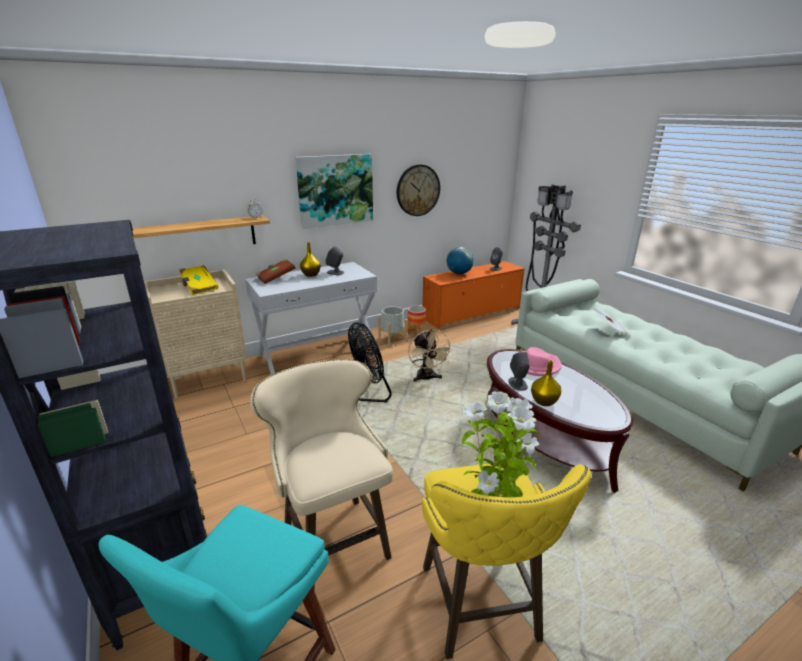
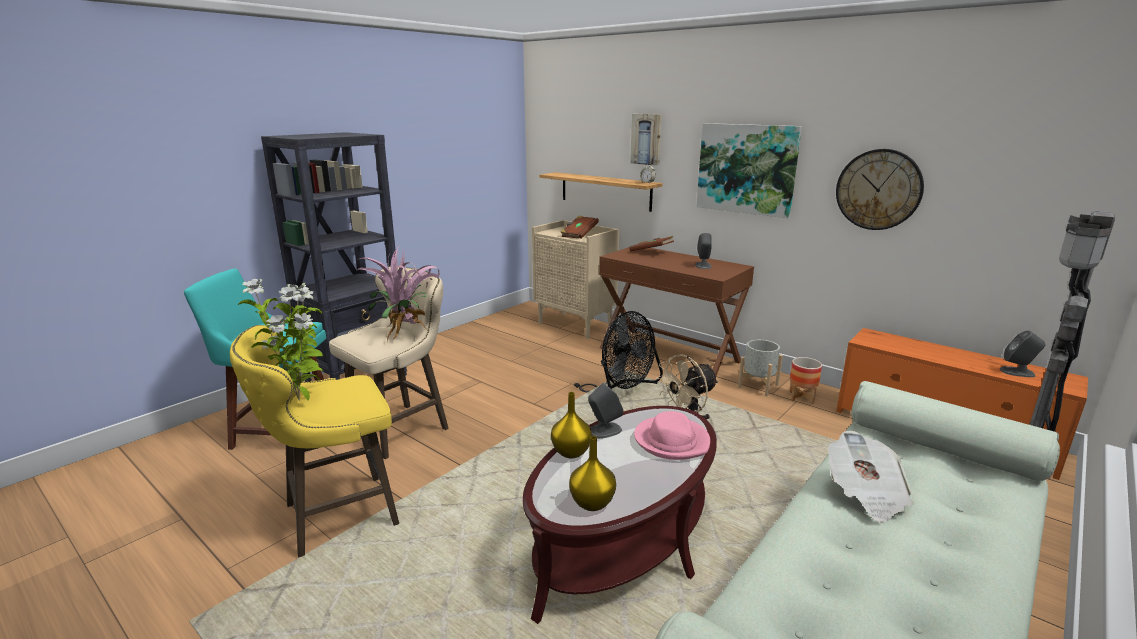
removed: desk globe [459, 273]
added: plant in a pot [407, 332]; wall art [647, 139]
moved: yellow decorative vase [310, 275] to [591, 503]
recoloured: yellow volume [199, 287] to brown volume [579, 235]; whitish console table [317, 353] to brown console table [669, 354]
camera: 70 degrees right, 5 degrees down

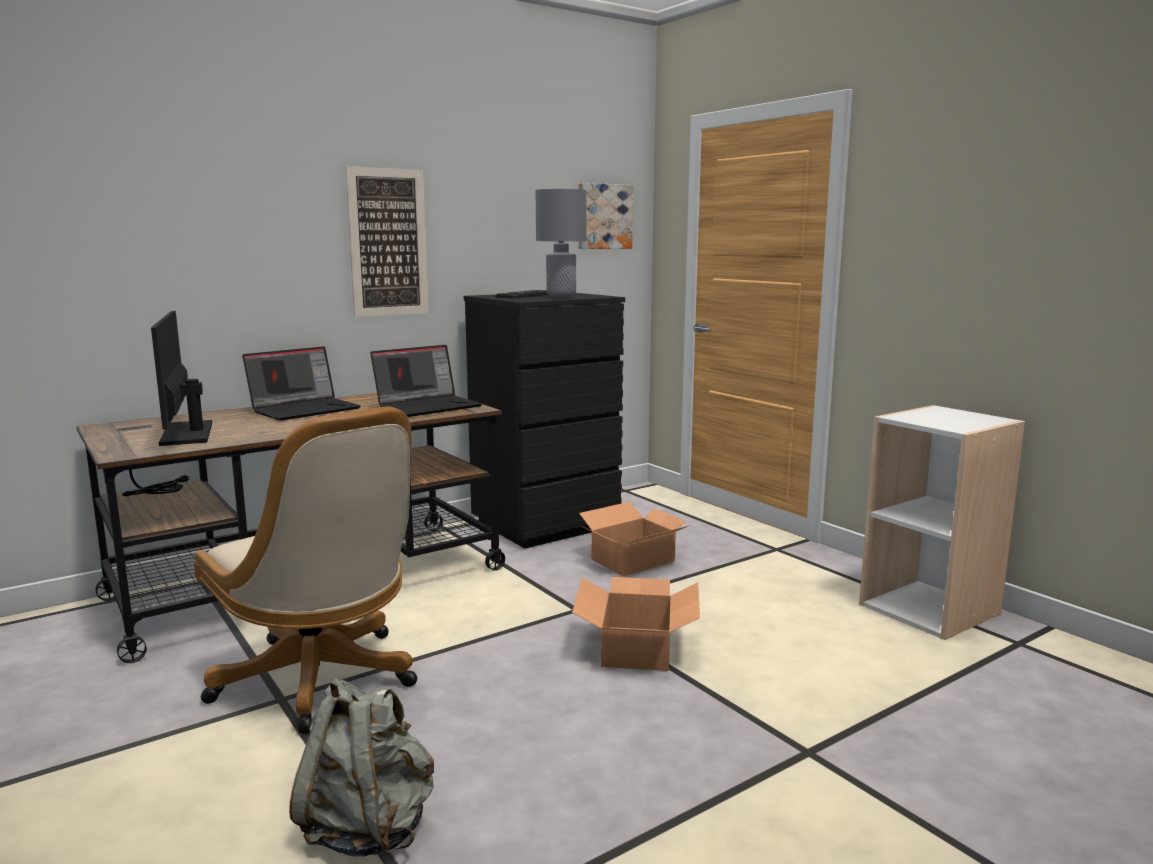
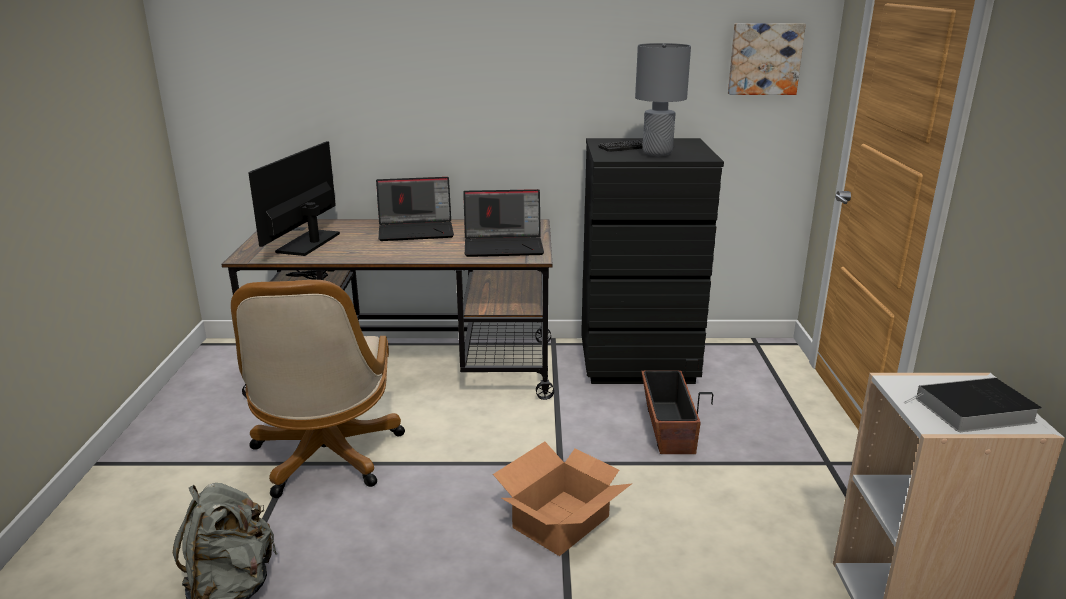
removed: wall art [388, 243]
added: volume [973, 411]
replaced: packing box [634, 561] to plant pot [668, 428]
camera: 35 degrees right, 10 degrees up

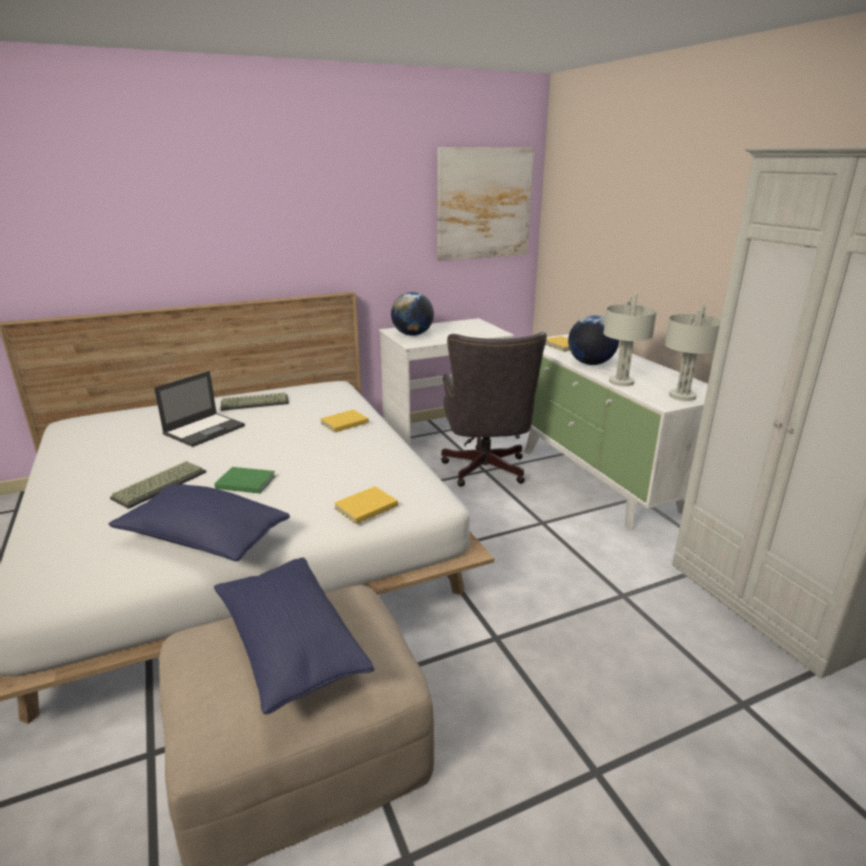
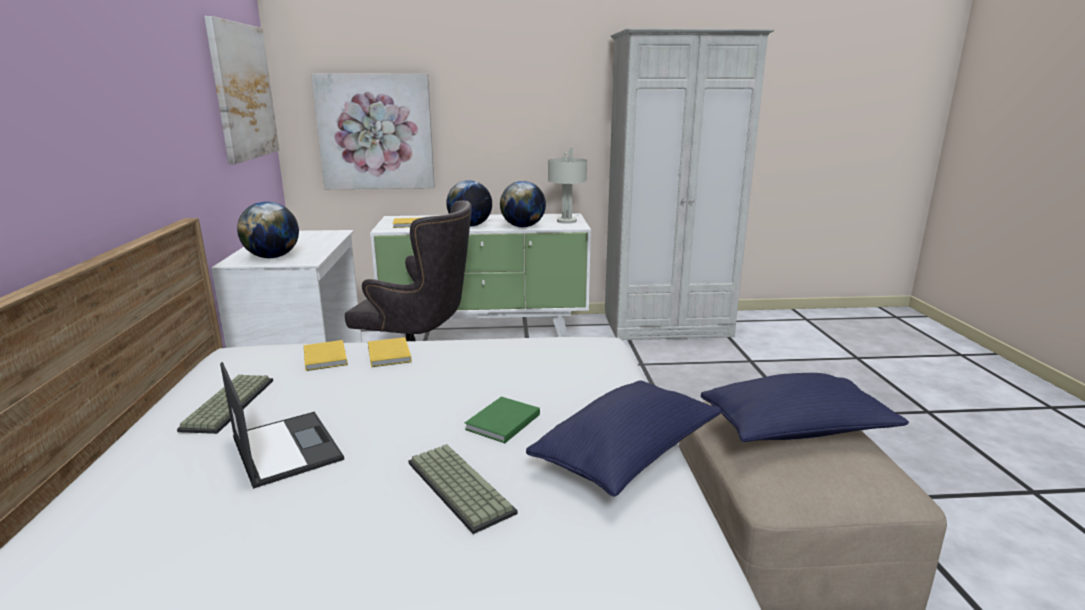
added: wall art [375, 132]
moved: yellow volume [364, 507] to [324, 358]
replaced: greyish tabletop lamp [621, 382] to desk globe [523, 226]
camera: 70 degrees left, 5 degrees down

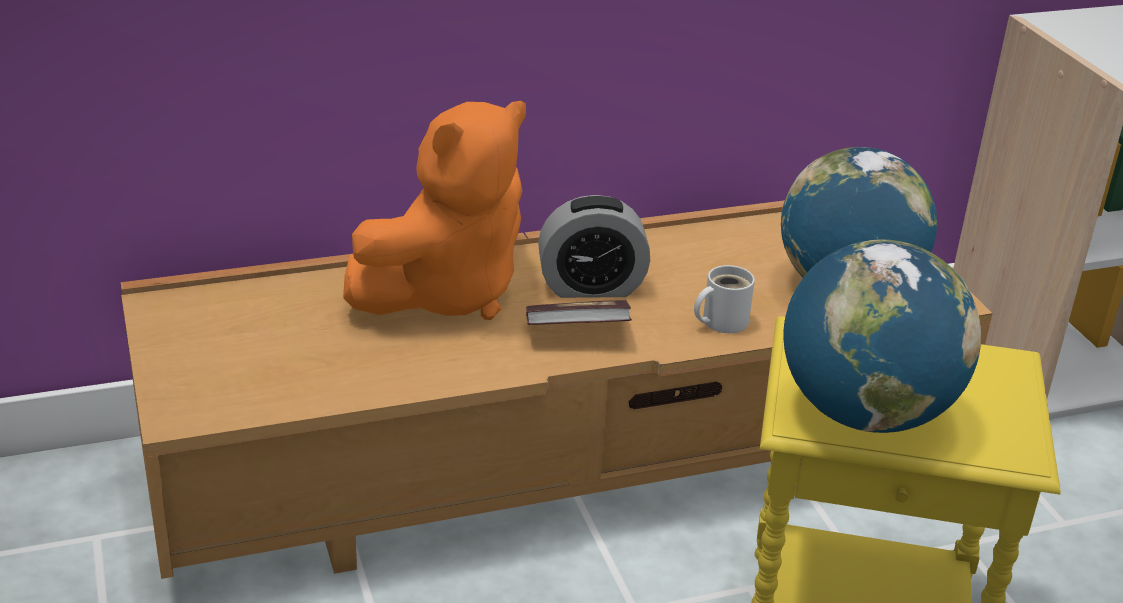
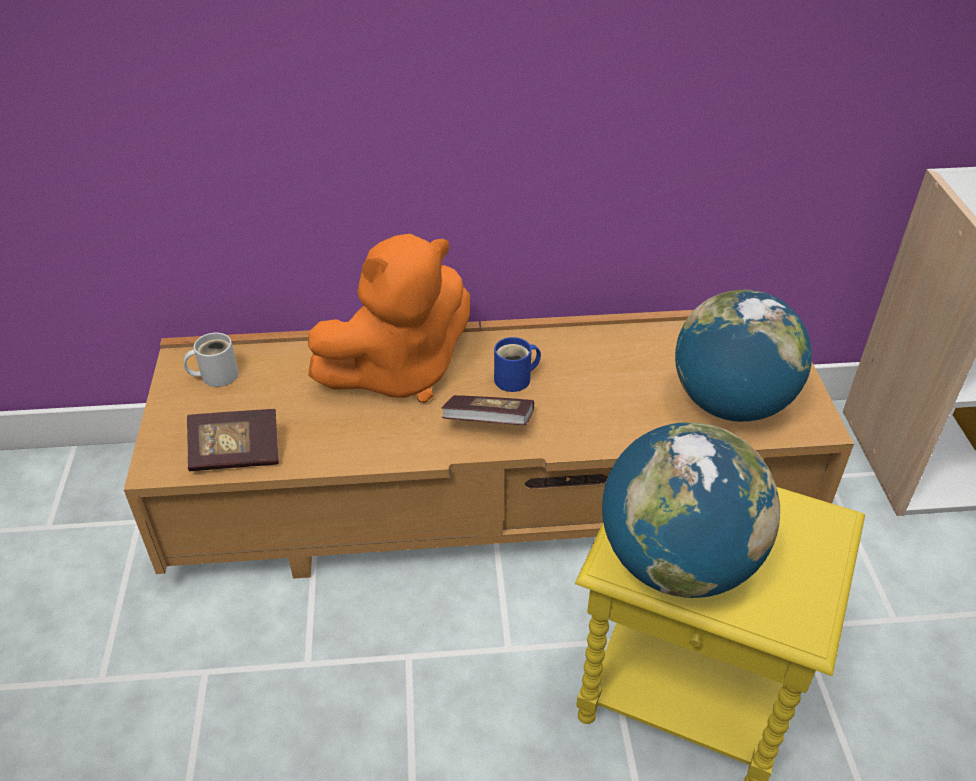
added: volume [236, 454]
moved: whitish coffee mug [720, 321] to [216, 375]
replaced: alarm clock [591, 287] to bluish coffee mug [516, 379]
camera: 15 degrees right, 10 degrees up

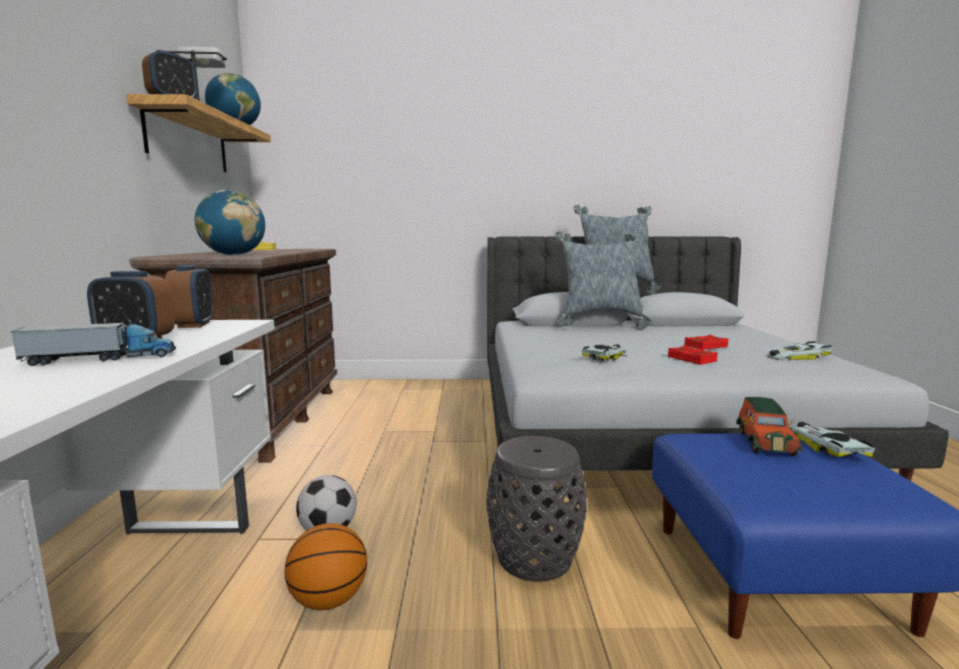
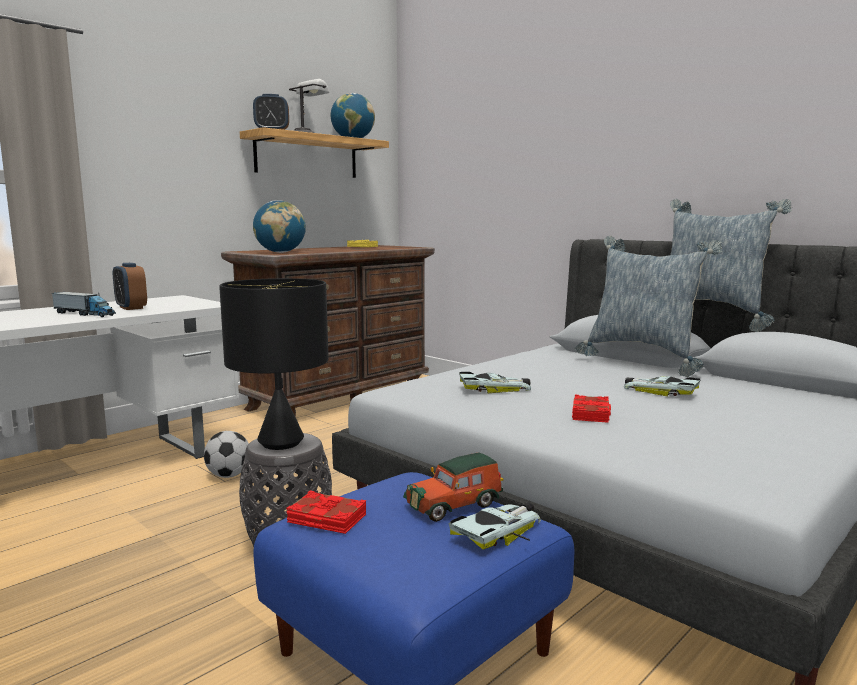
removed: alarm clock [194, 325]; basketball ball [329, 600]
added: black tabletop lamp [281, 443]
moved: red-coloured volume [706, 346] to [326, 519]; miniature car [796, 356] to [660, 391]
camera: 45 degrees right, 0 degrees up

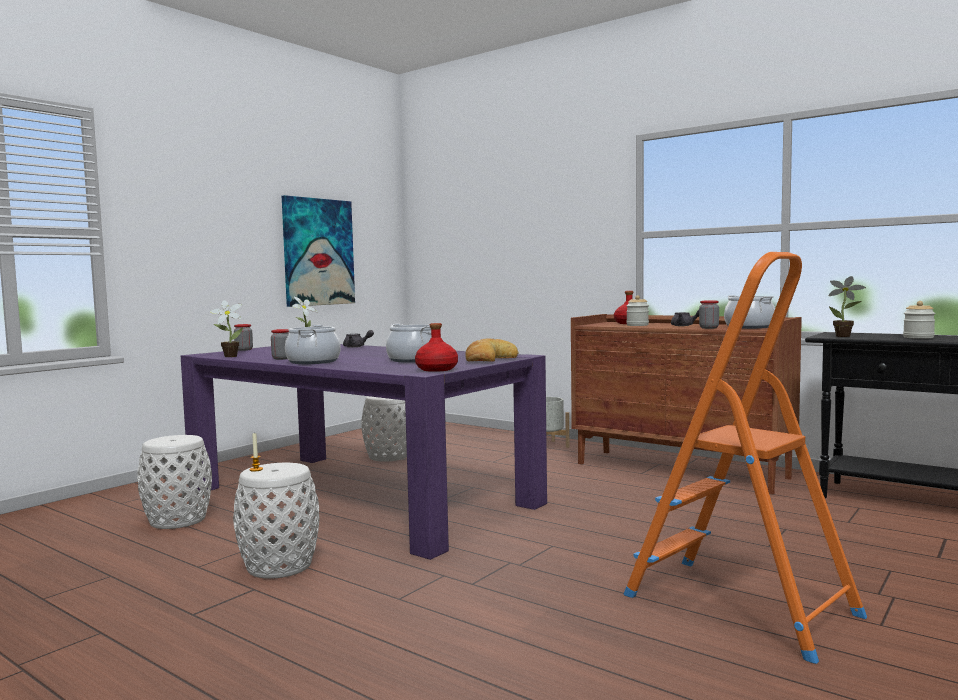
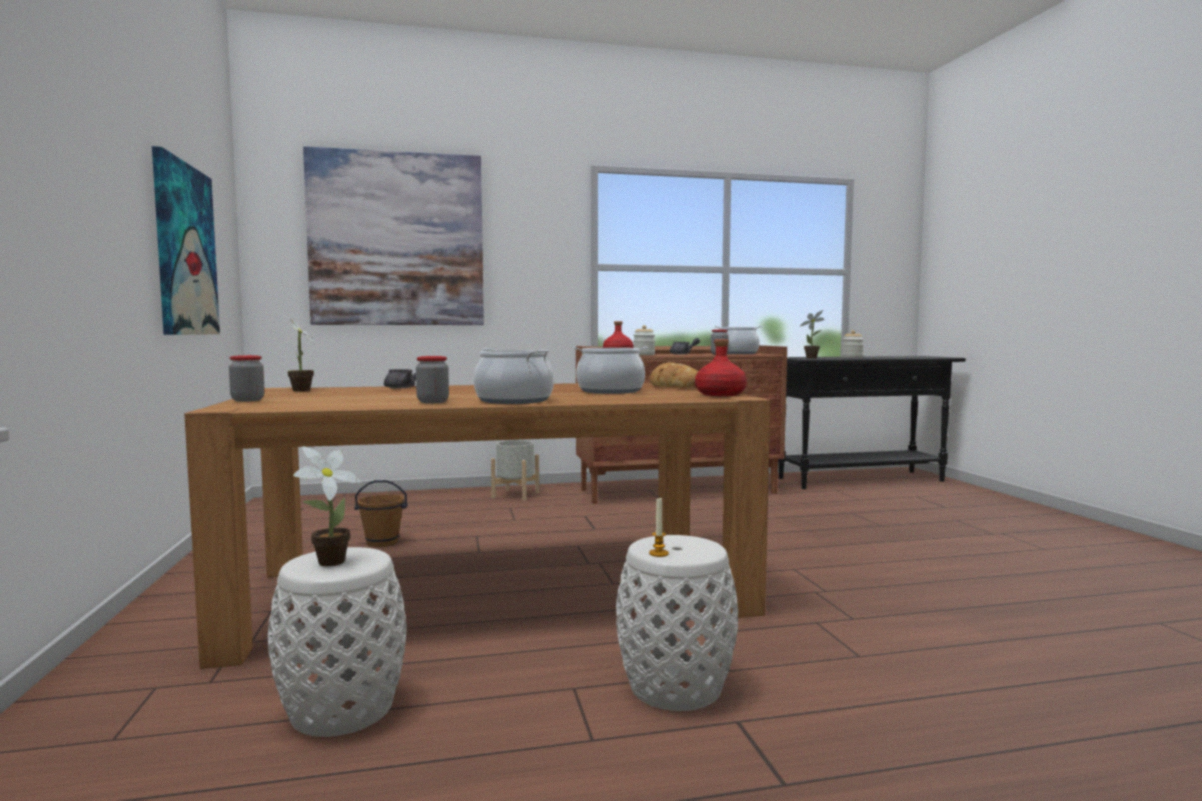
removed: orangey step stool [737, 604]
added: wall art [397, 239]
moved: plant in a pot [228, 356] to [327, 563]
replaced: whitish stool seat [388, 456] to brown pail [382, 542]
recoloured: purple-coloured kitchen table [359, 496] to brown kitchen table [497, 589]
camera: 50 degrees left, 0 degrees up

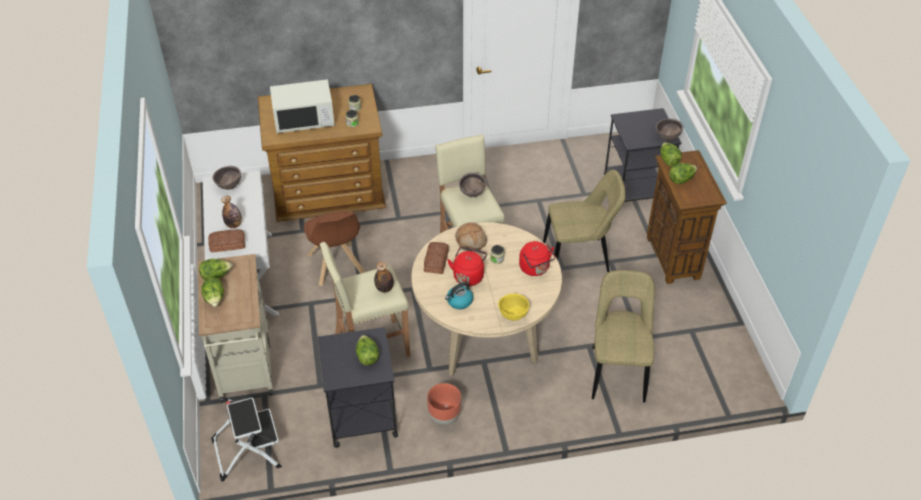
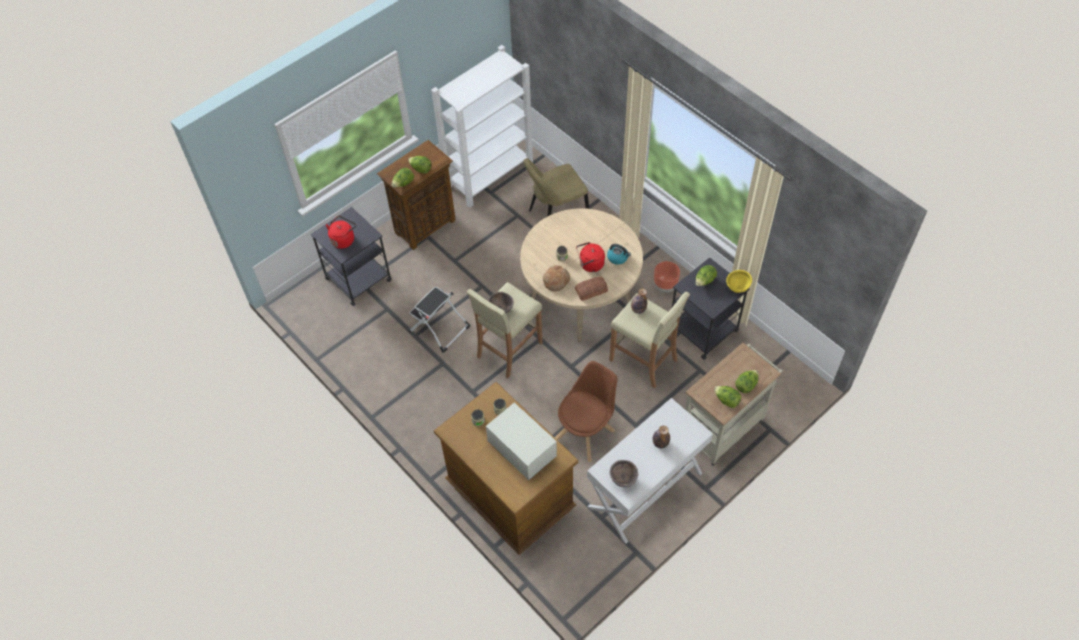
removed: bread [228, 244]; beige-coloured upright chair [579, 258]; brown deep dish [667, 138]
added: whitish bookcase [489, 174]
moved: red-coloured tea kettle [535, 269] to [343, 239]; step stool [247, 450] to [439, 327]; yellow deep dish [513, 316] to [737, 288]
camera: 120 degrees left, 10 degrees up

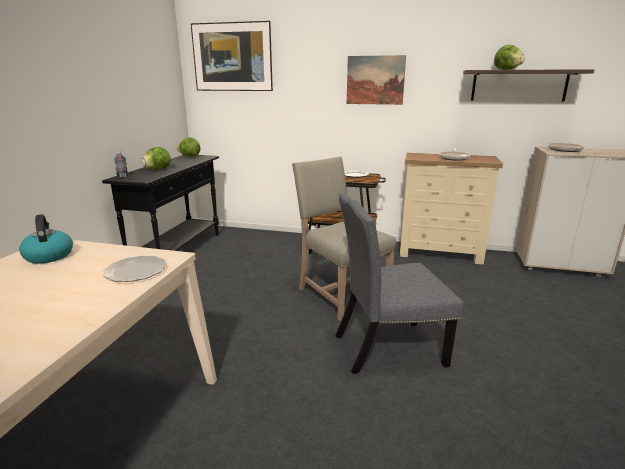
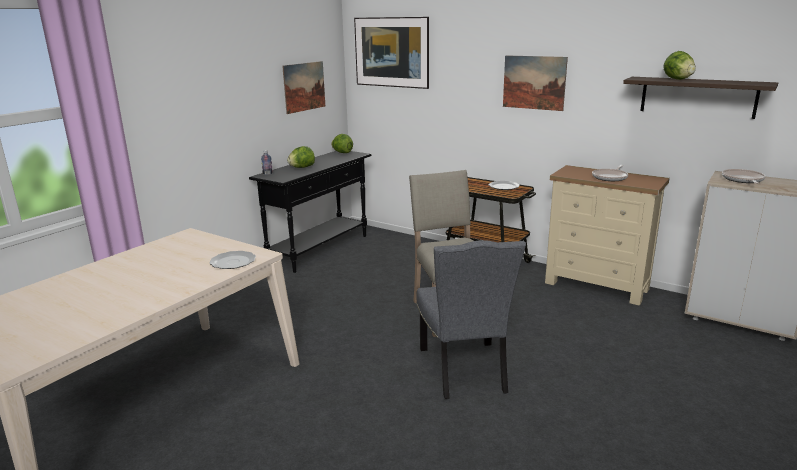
removed: tea kettle [49, 256]
added: wall art [304, 87]
turned: greyish upright chair [390, 348] = [464, 368] 105 degrees counterclockwise
camera: 20 degrees right, 0 degrees up

